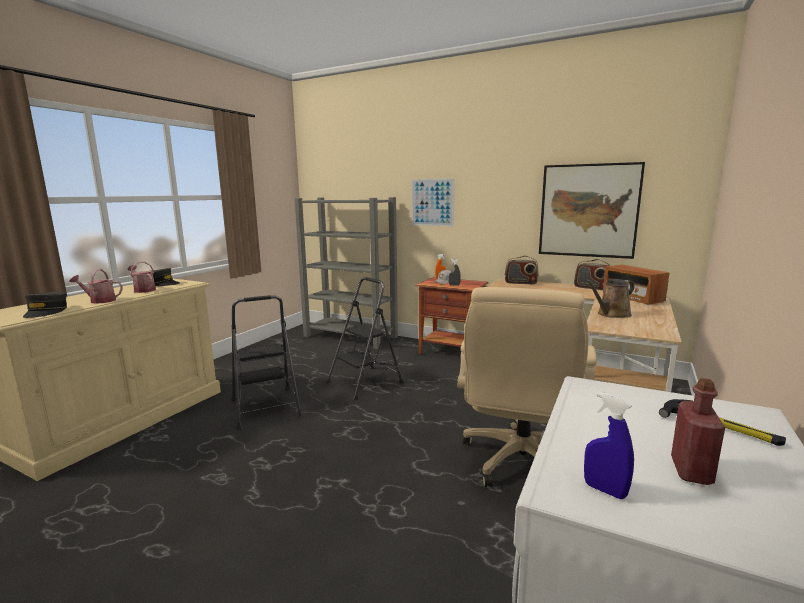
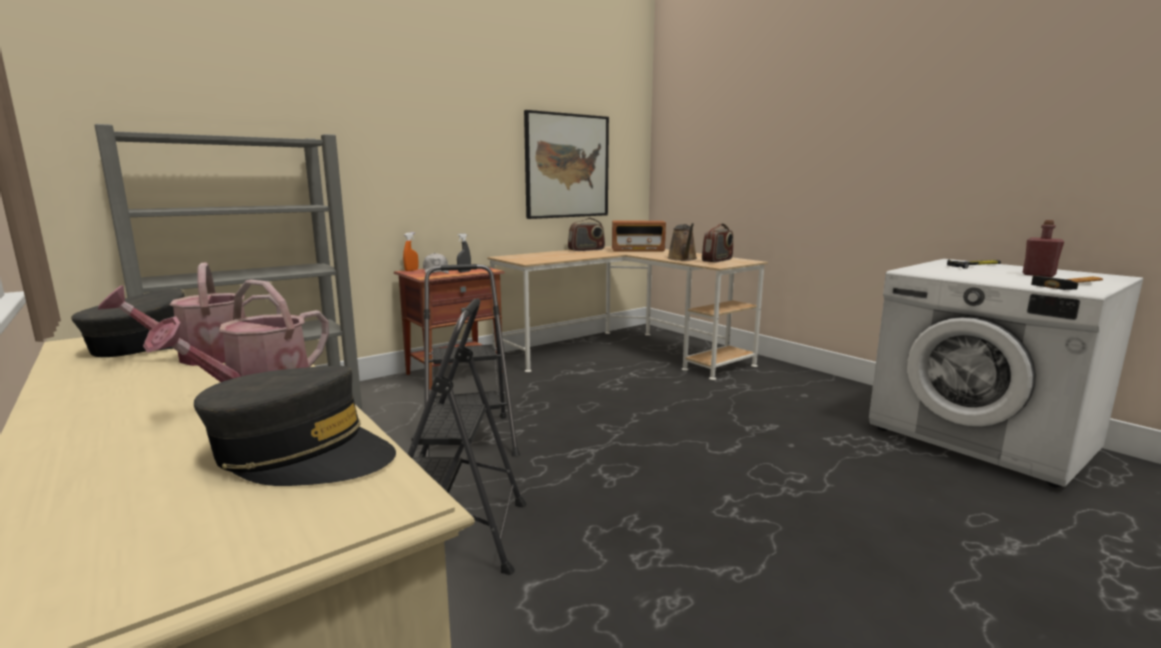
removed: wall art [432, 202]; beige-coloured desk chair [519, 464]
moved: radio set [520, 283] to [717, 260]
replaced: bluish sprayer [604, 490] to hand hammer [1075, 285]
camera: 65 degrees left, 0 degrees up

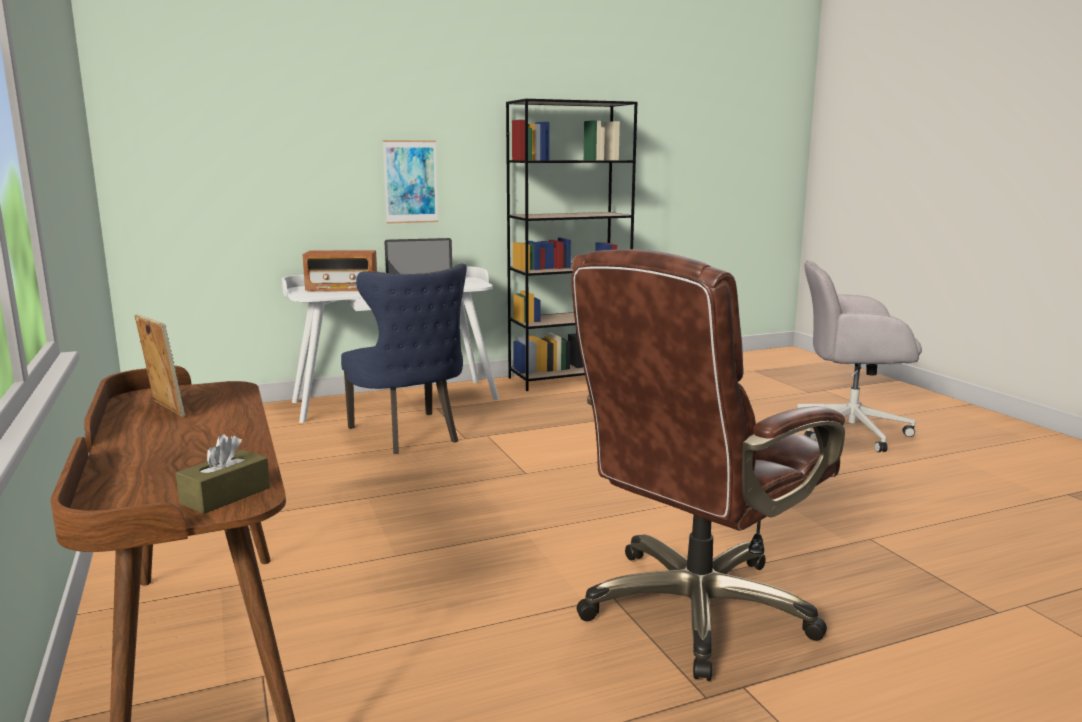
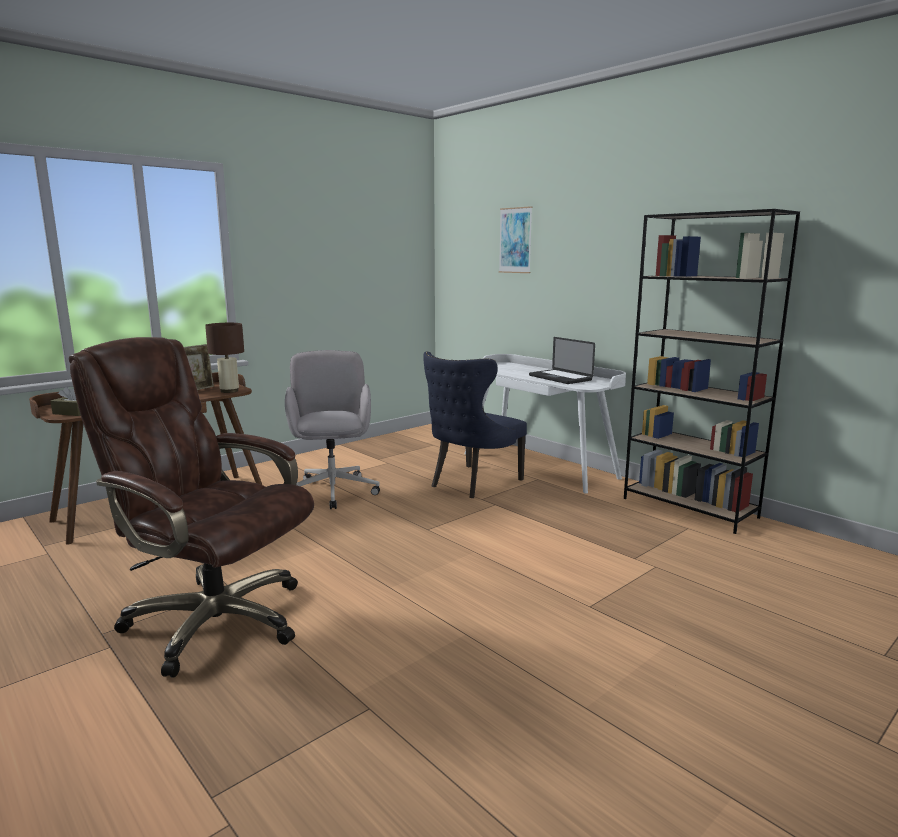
removed: radio set [342, 289]
added: brown tabletop lamp [229, 391]
moved: greyish desk chair [849, 432] to [333, 491]; wall art [410, 182] to [515, 240]
camera: 70 degrees right, 0 degrees up

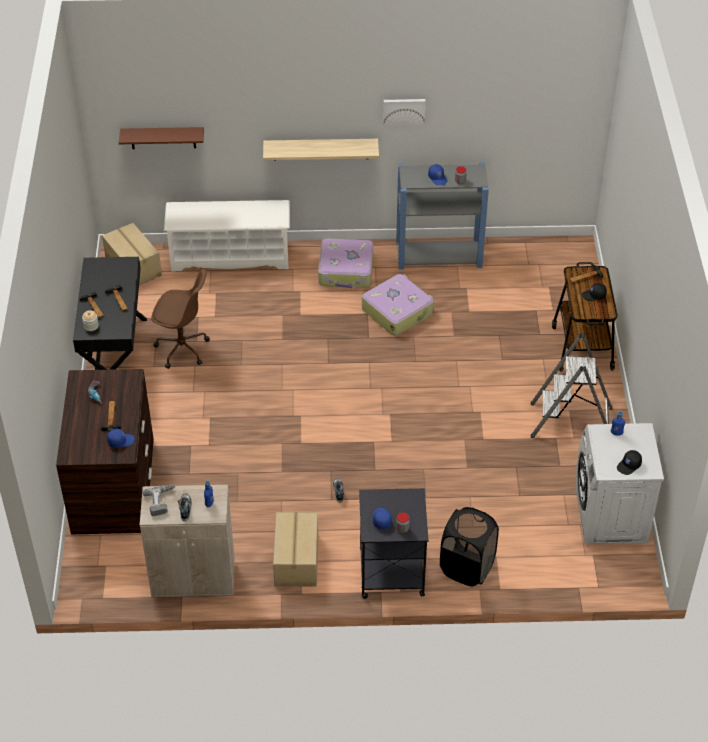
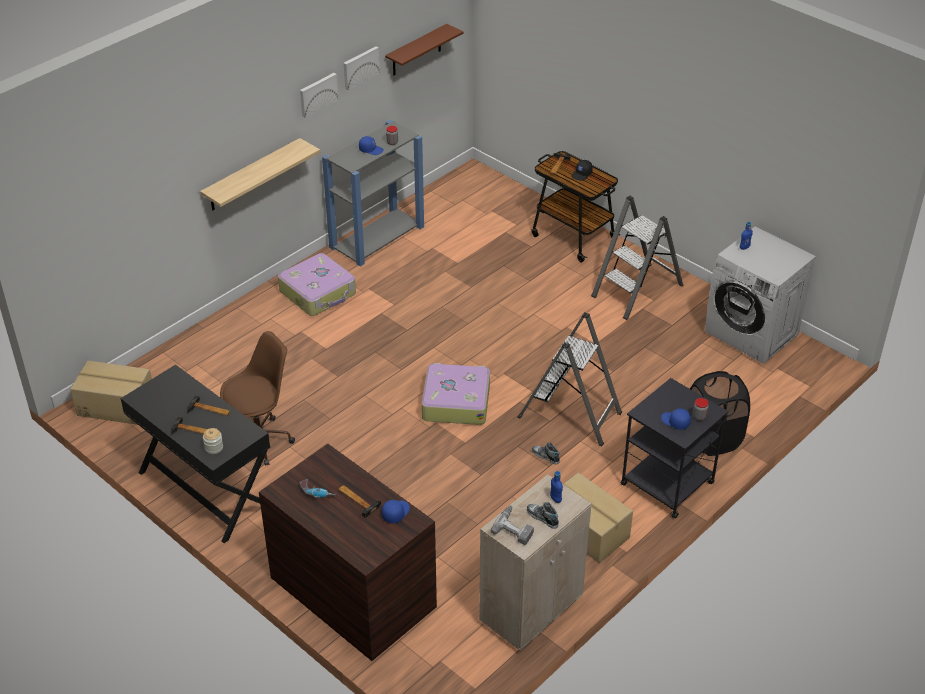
removed: whitish shoe shelf [230, 256]; black cap [629, 466]
added: wall art [360, 67]; greyish step stool [571, 415]
moved: brown wall shelf [163, 137] to [416, 51]; suitcase [397, 311] to [455, 402]
camera: 45 degrees left, 5 degrees down

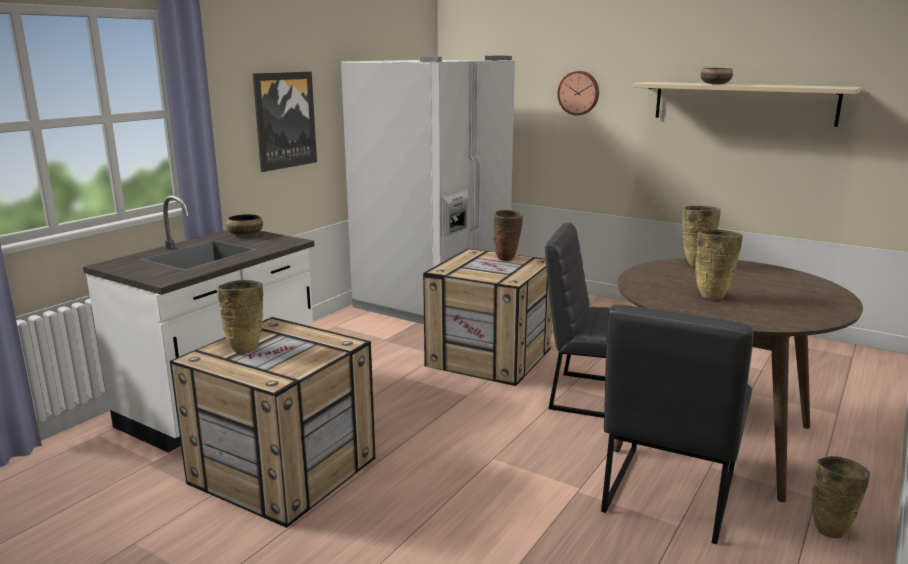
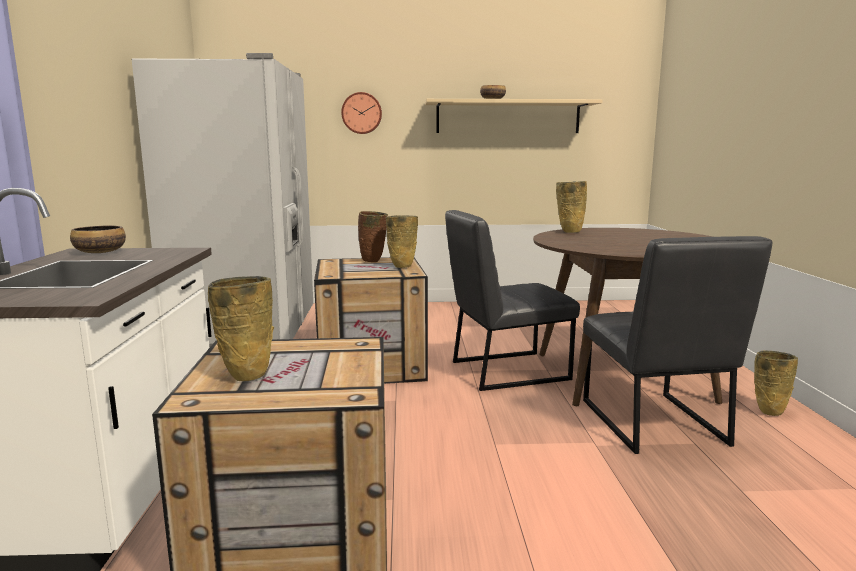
removed: wall art [284, 120]
moved: beige-coloured decorative vase [713, 296] to [402, 266]
camera: 35 degrees left, 5 degrees down

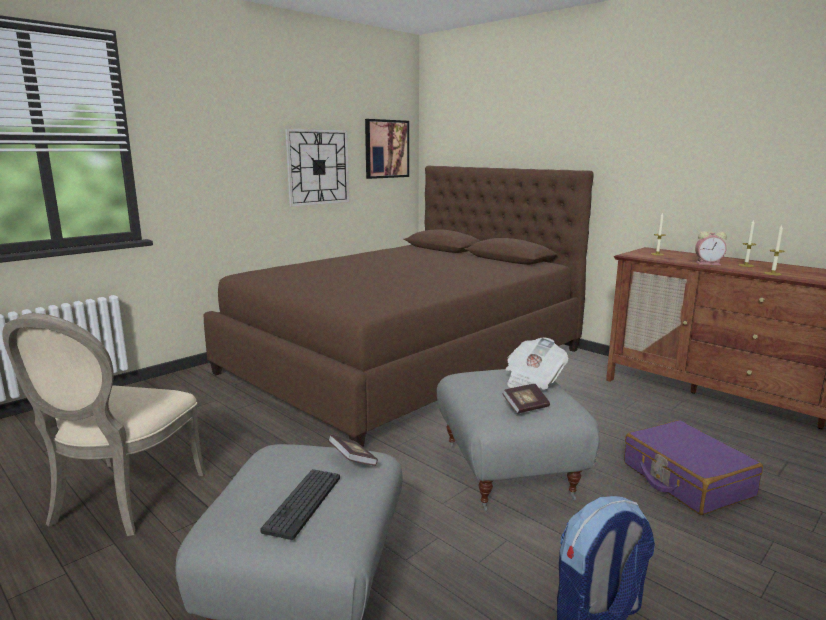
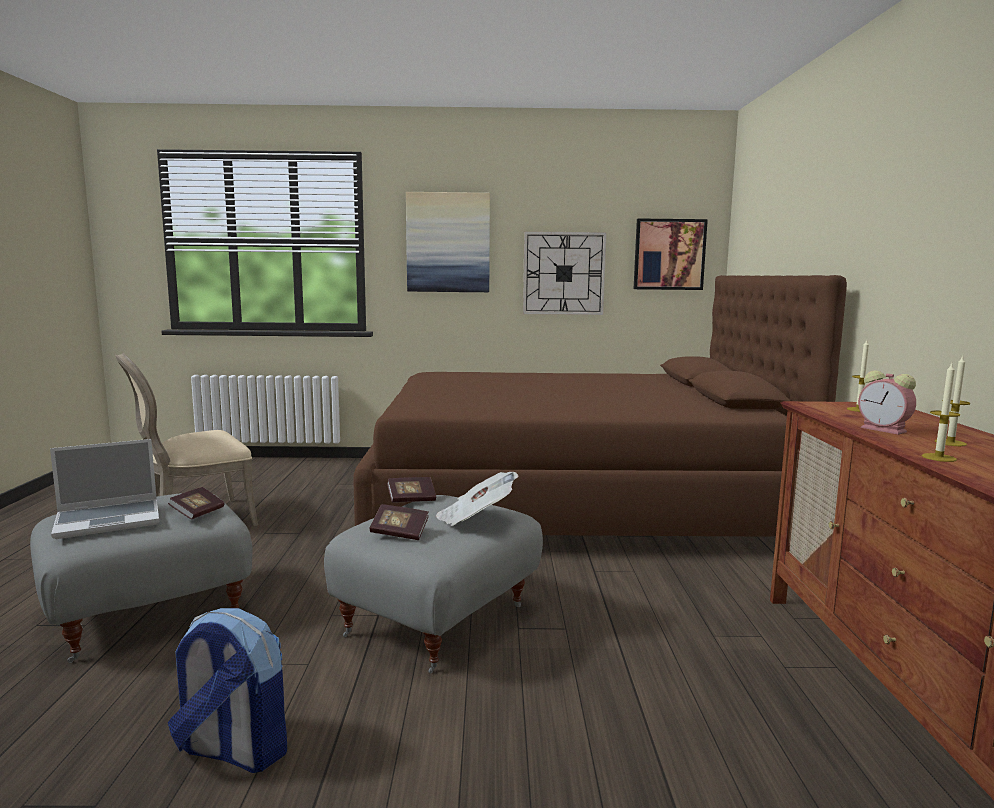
removed: purple-coloured suitcase [686, 480]
added: volume [411, 499]; wall art [448, 243]
replaced: keyboard [303, 503] to notebook computer [110, 520]
camera: 45 degrees right, 5 degrees down

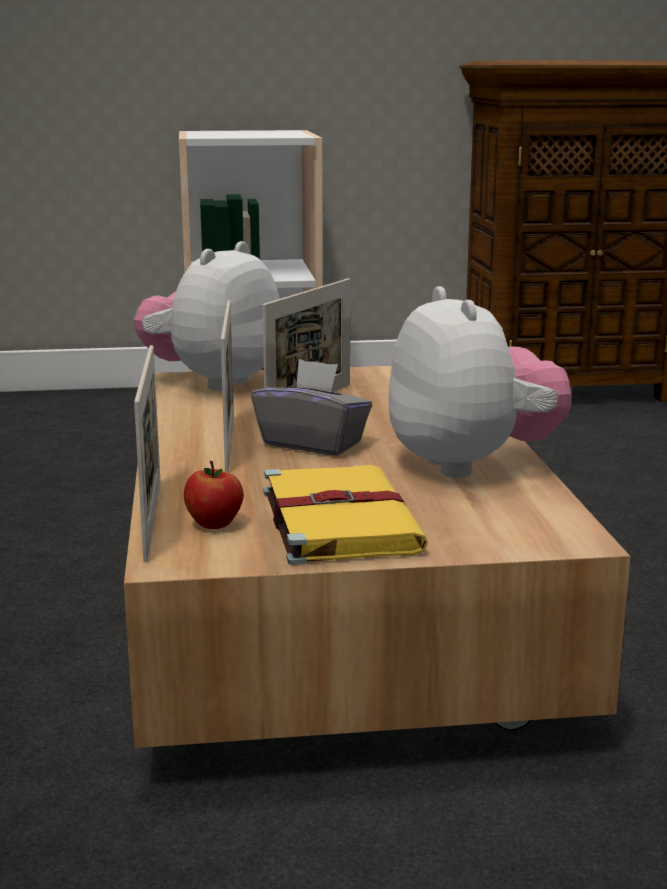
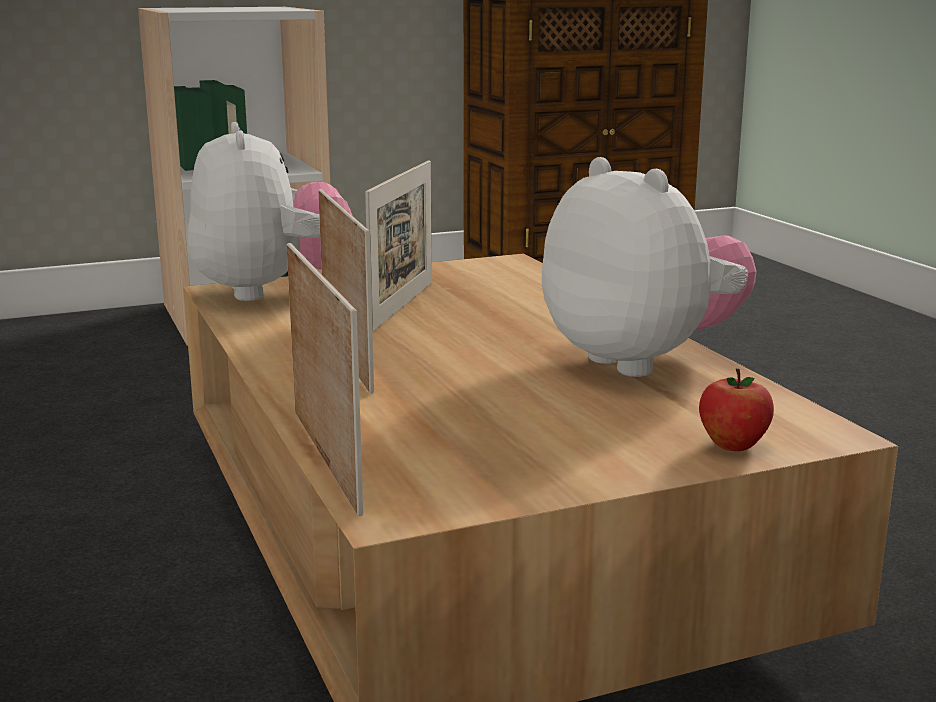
removed: greyish tissue holder [312, 443]; yellow volume [338, 519]
moved: whole apple [214, 524] to [733, 445]
turned: plush toy [213, 382] = [271, 291] 150 degrees clockwise
camera: 15 degrees left, 0 degrees up

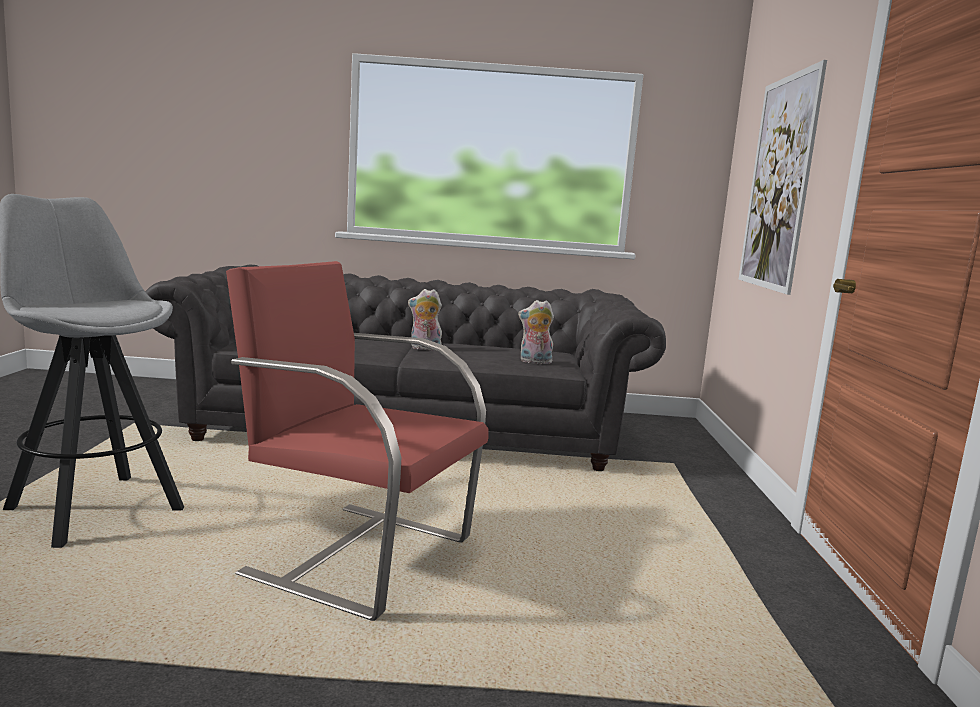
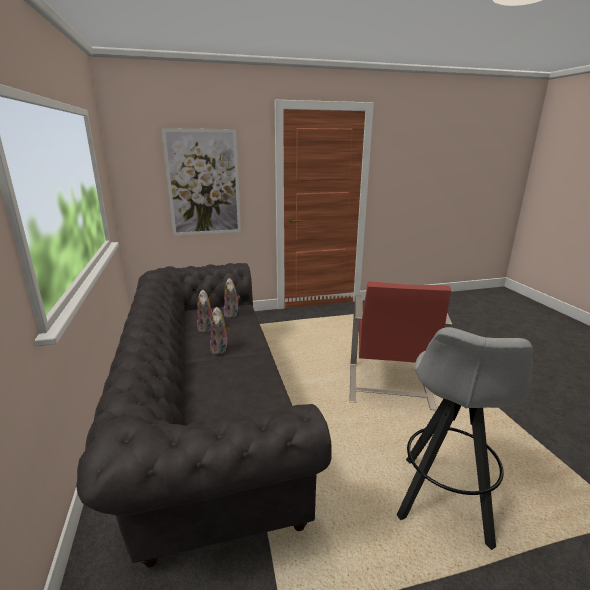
added: plush toy [206, 328]
camera: 105 degrees left, 10 degrees up

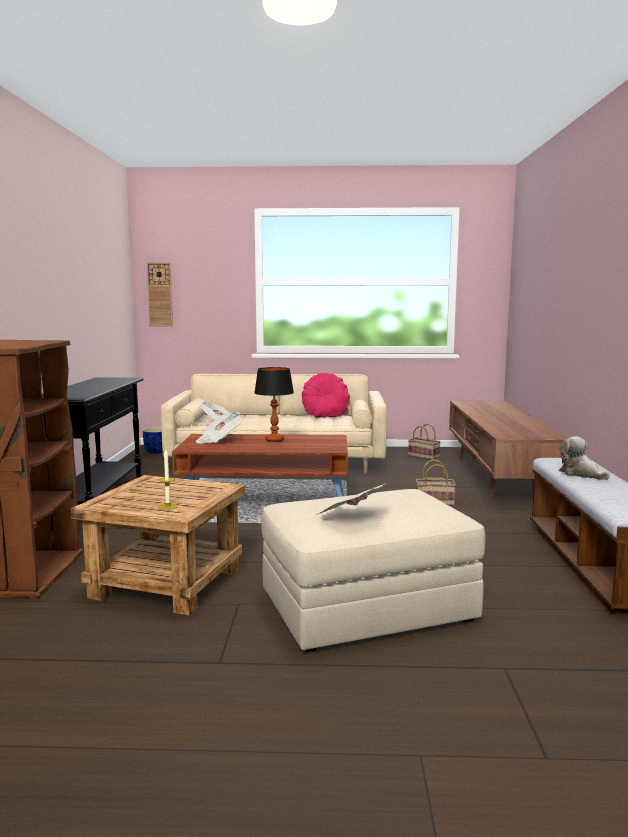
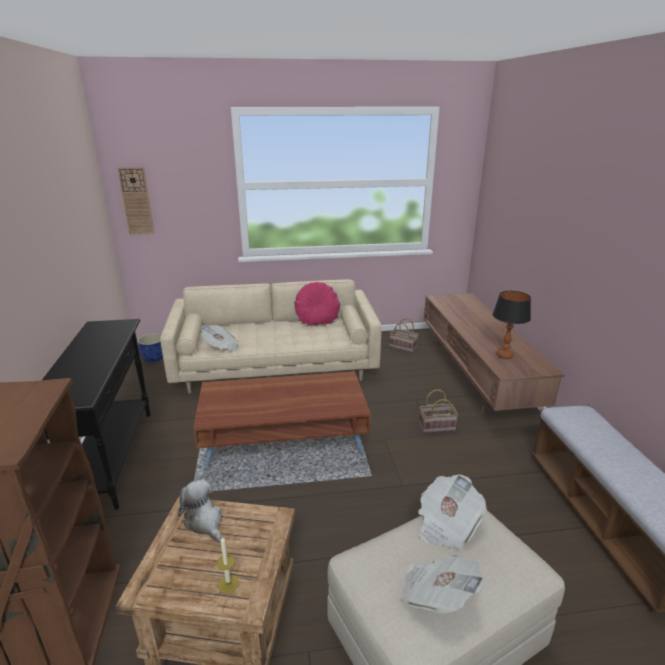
moved: plush toy [581, 474] to [204, 521]; printed paper [219, 440] to [446, 525]; tabletop lamp [274, 440] to [504, 355]
camera: 10 degrees left, 15 degrees up

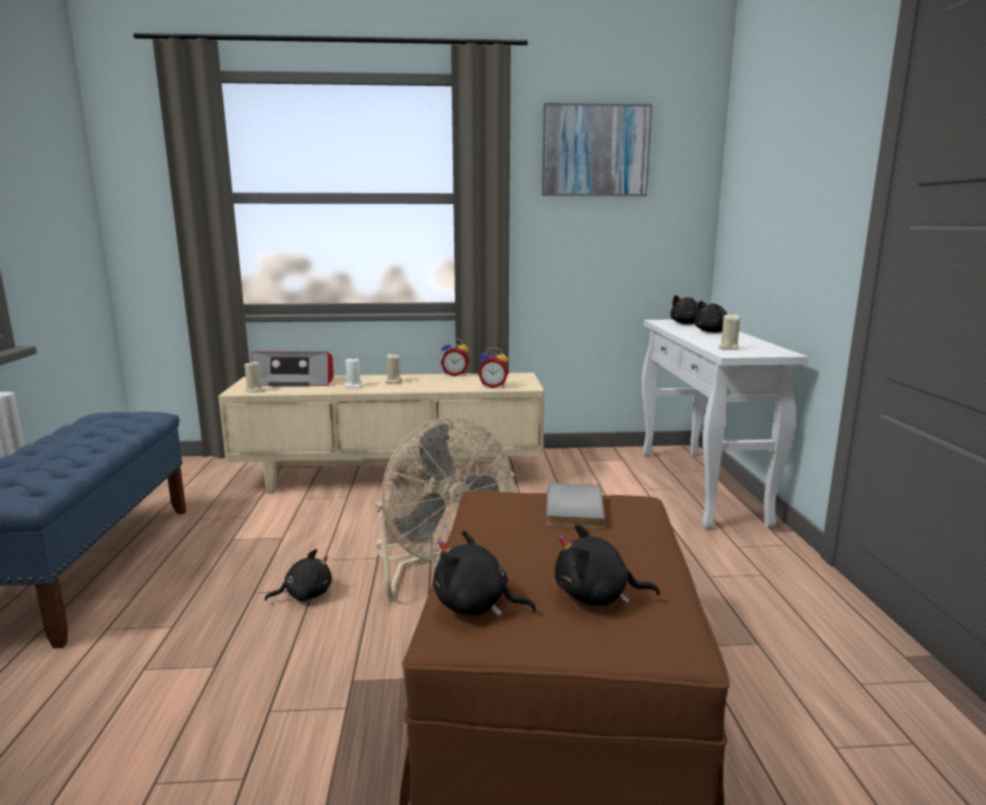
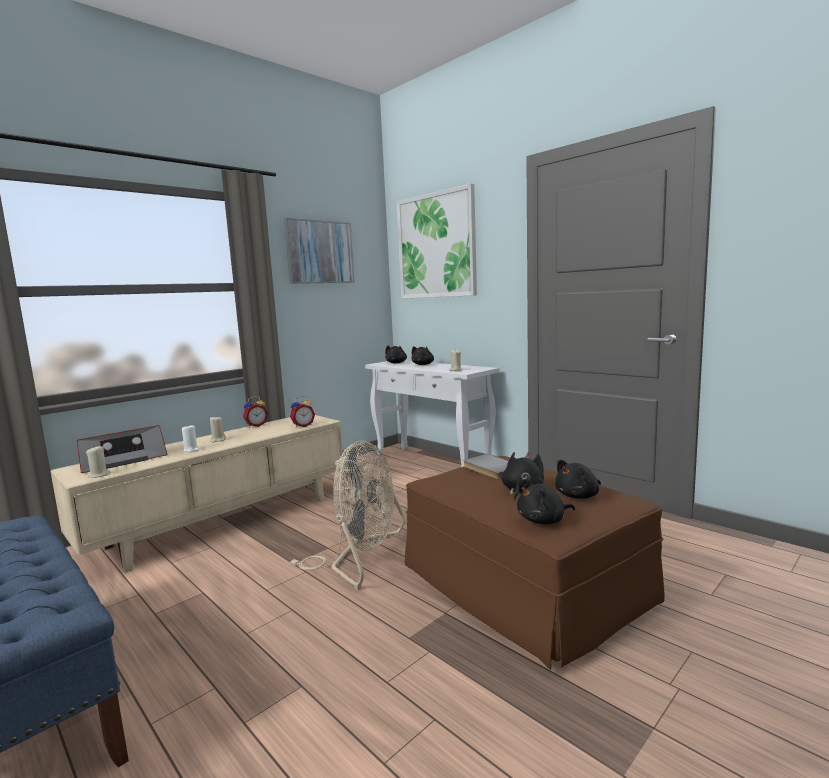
added: wall art [436, 246]
moved: black plush toy [305, 595] to [522, 491]
camera: 40 degrees left, 5 degrees down

